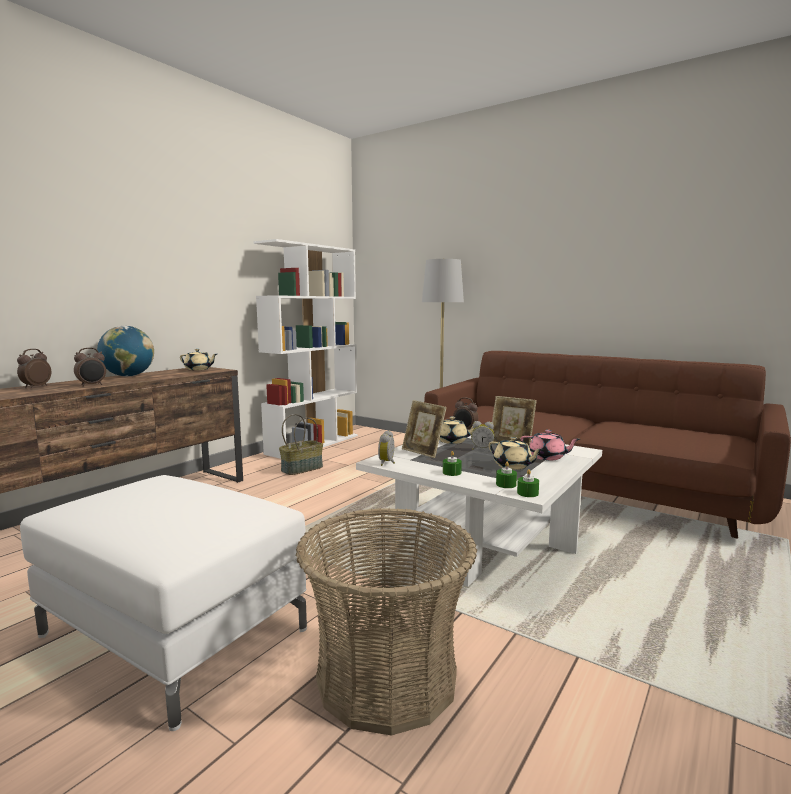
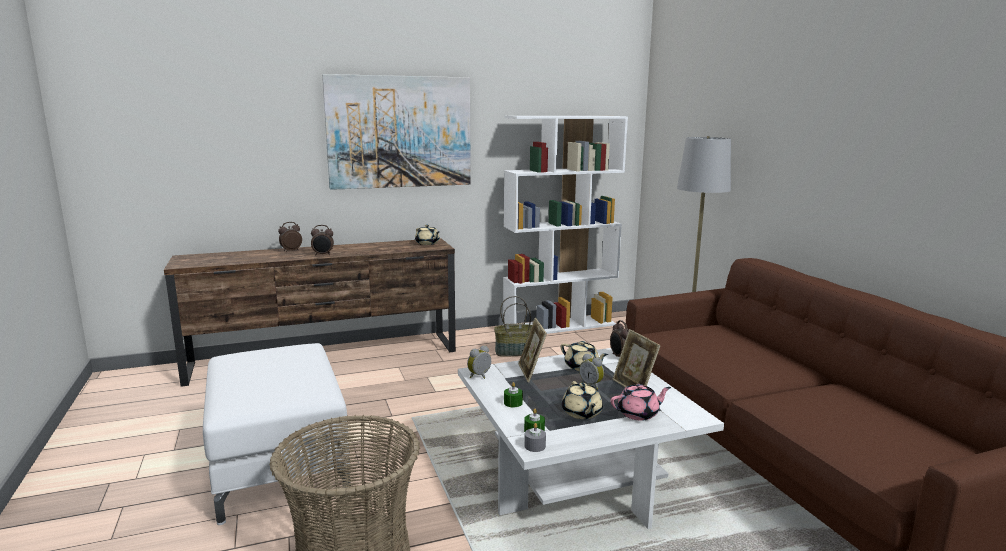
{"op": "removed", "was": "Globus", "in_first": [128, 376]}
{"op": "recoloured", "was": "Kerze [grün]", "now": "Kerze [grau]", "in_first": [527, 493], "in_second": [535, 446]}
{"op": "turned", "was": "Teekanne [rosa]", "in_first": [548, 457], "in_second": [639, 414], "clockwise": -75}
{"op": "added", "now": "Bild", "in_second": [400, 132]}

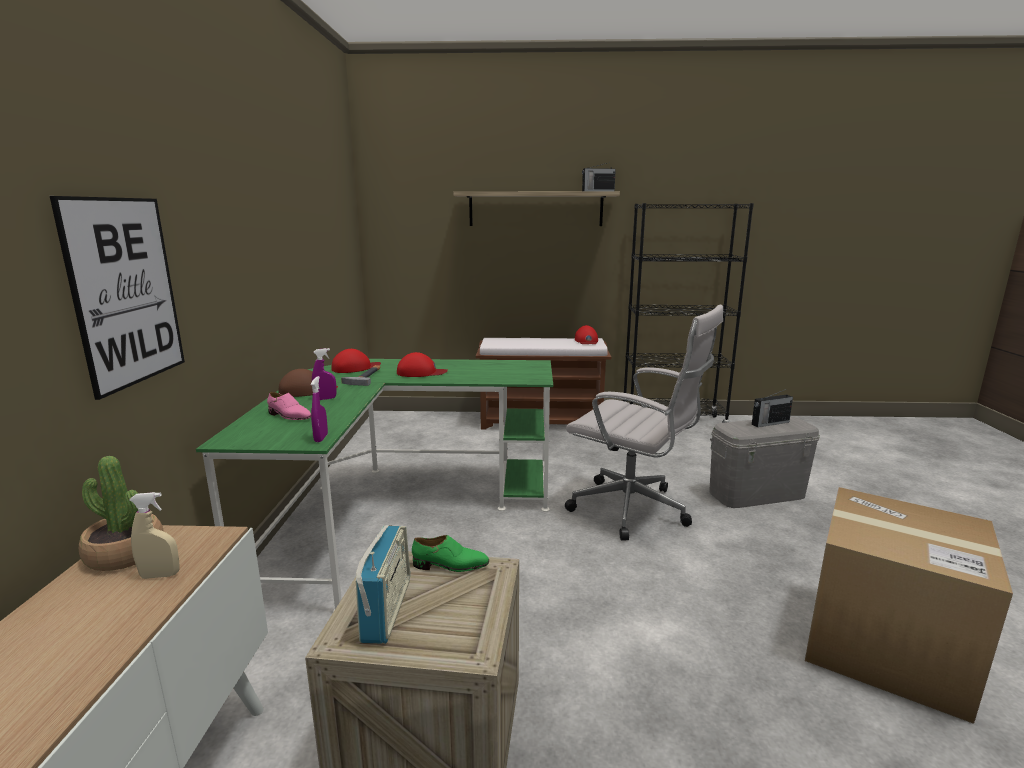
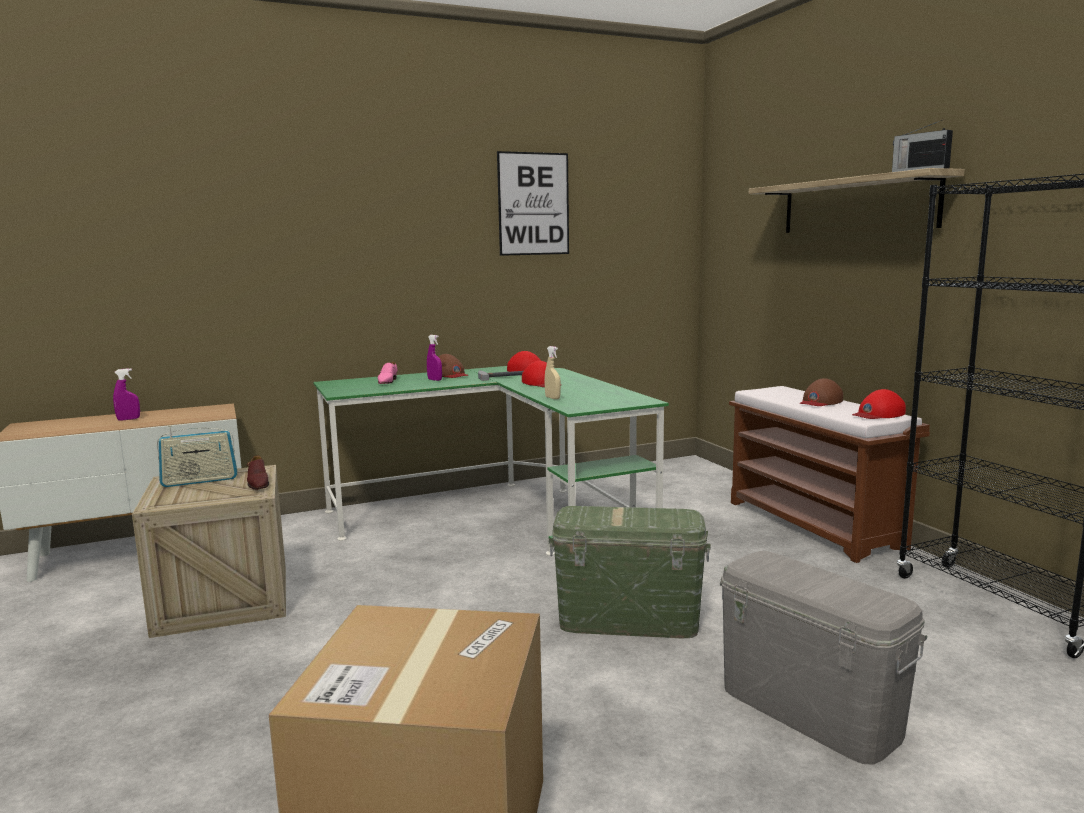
{"op": "moved", "was": "Bild", "in_first": [125, 292], "in_second": [533, 204]}
{"op": "removed", "was": "Topfpflanze", "in_first": [125, 554]}
{"op": "moved", "was": "Sprühflasche [beige]", "in_first": [160, 575], "in_second": [552, 398]}
{"op": "moved", "was": "Sprühflasche [lila]", "in_first": [321, 438], "in_second": [128, 419]}
{"op": "recoloured", "was": "Schuh [grün]", "now": "Schuh [braun]", "in_first": [450, 565], "in_second": [258, 483]}
{"op": "replaced", "was": "Bürostuhl [weiß]", "now": "Aufbewahrungsbox [grün]", "in_first": [634, 510], "in_second": [628, 620]}
{"op": "removed", "was": "Radio", "in_first": [769, 423]}
{"op": "added", "now": "Kappe [braun]", "in_second": [820, 401]}

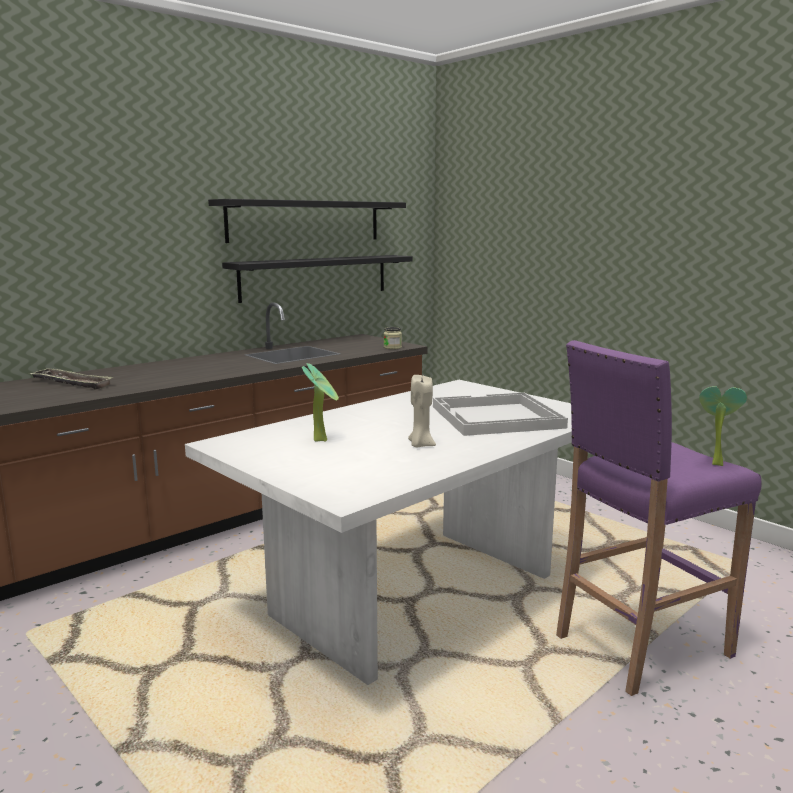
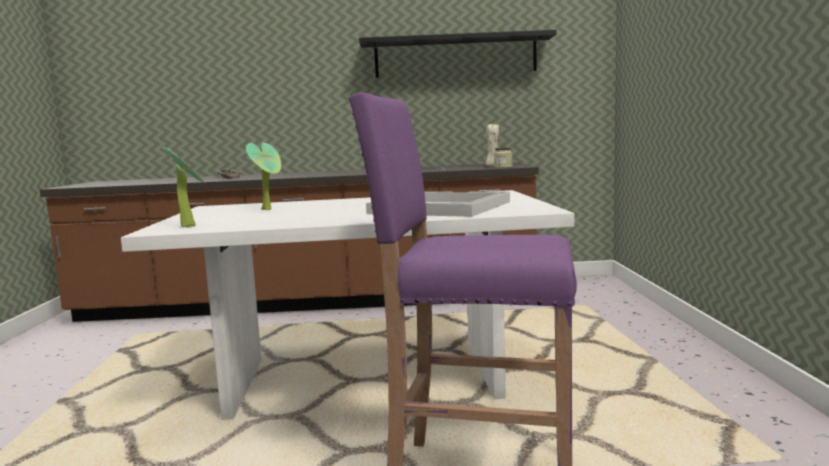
{"op": "removed", "was": "Wandregal [schwarz]", "in_first": [315, 277]}
{"op": "moved", "was": "Kerze [beige]", "in_first": [420, 445], "in_second": [492, 166]}
{"op": "moved", "was": "Topfpflanze", "in_first": [714, 463], "in_second": [190, 225]}

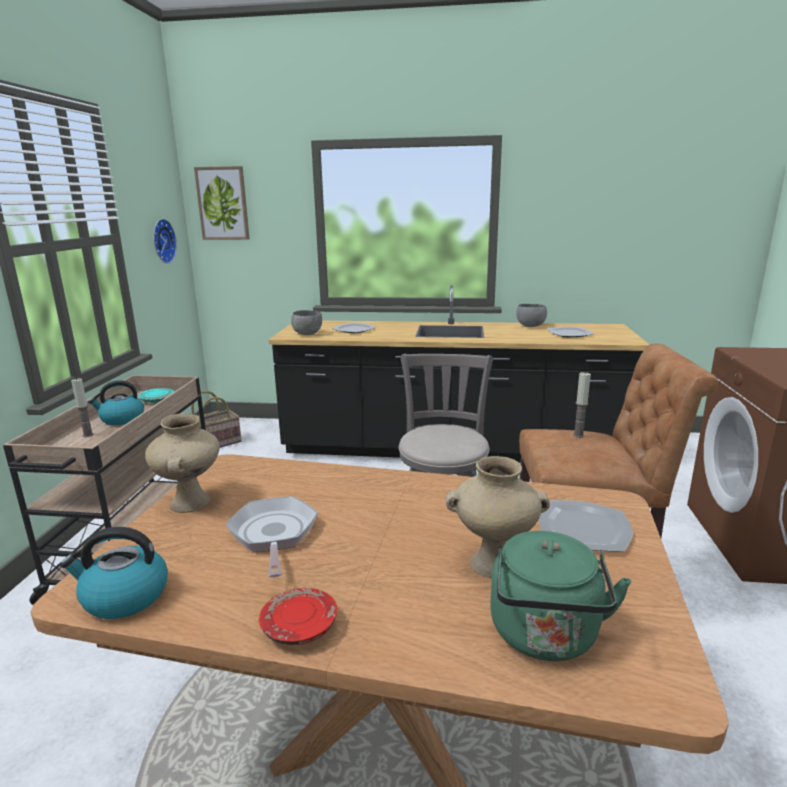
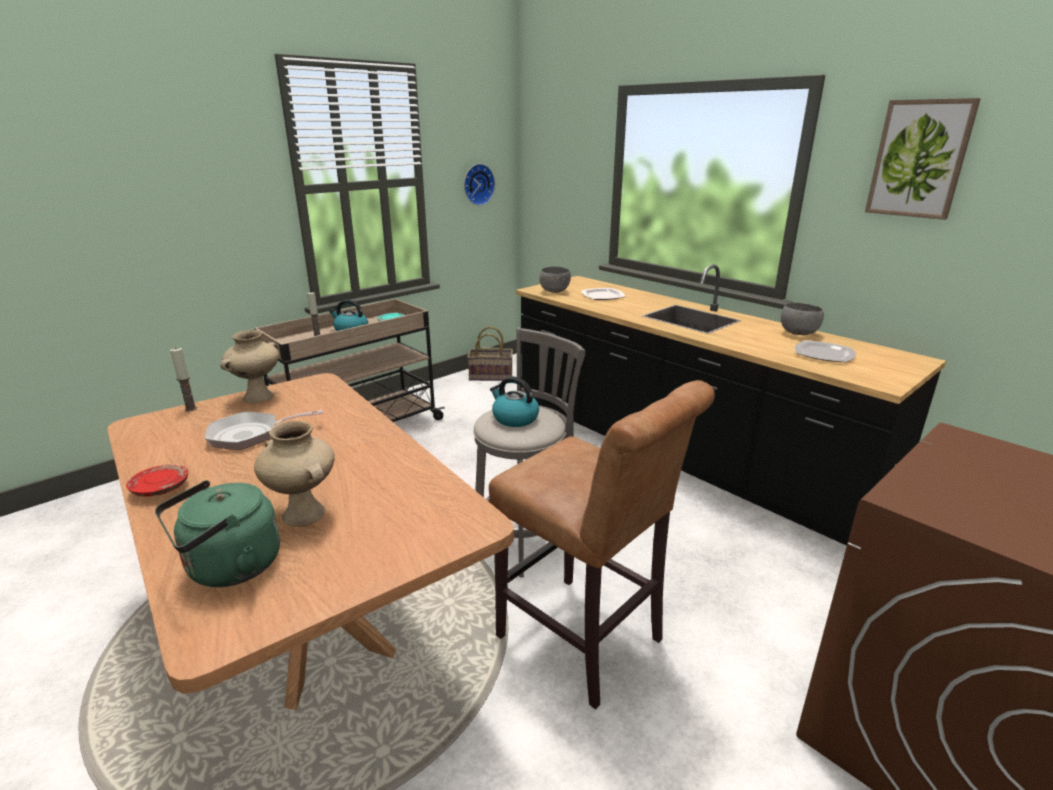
{"op": "moved", "was": "Wasserkessel", "in_first": [124, 597], "in_second": [514, 418]}
{"op": "moved", "was": "Bild", "in_first": [223, 203], "in_second": [919, 159]}
{"op": "turned", "was": "Pfanne", "in_first": [273, 535], "in_second": [250, 435], "clockwise": -135}
{"op": "removed", "was": "Teller", "in_first": [583, 528]}
{"op": "moved", "was": "Kerze", "in_first": [578, 435], "in_second": [191, 409]}

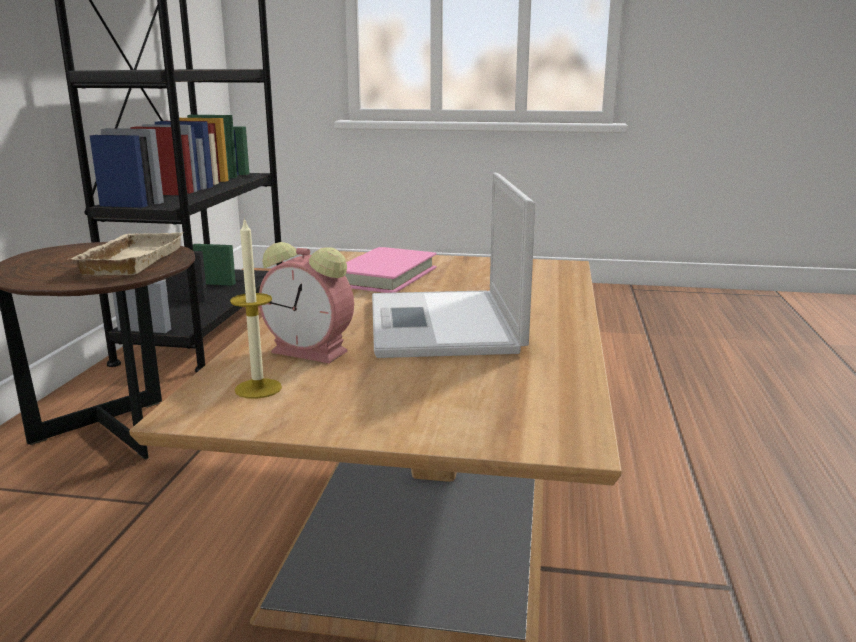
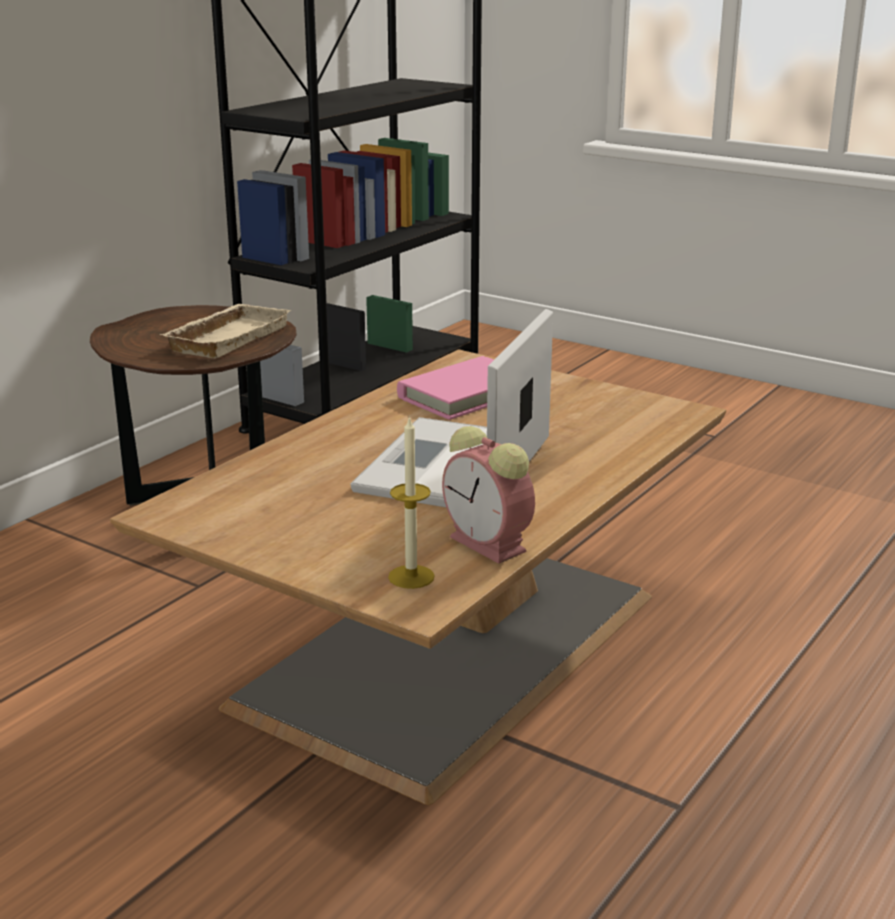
{"op": "moved", "was": "Kerze", "in_first": [258, 388], "in_second": [411, 577]}
{"op": "moved", "was": "Wecker", "in_first": [312, 352], "in_second": [490, 545]}

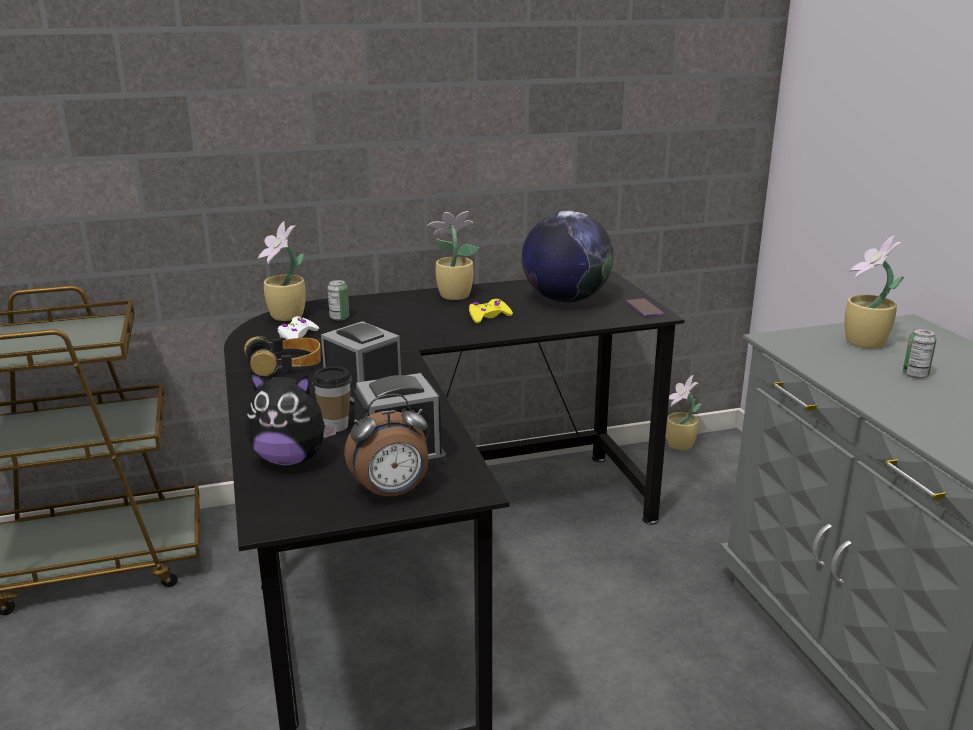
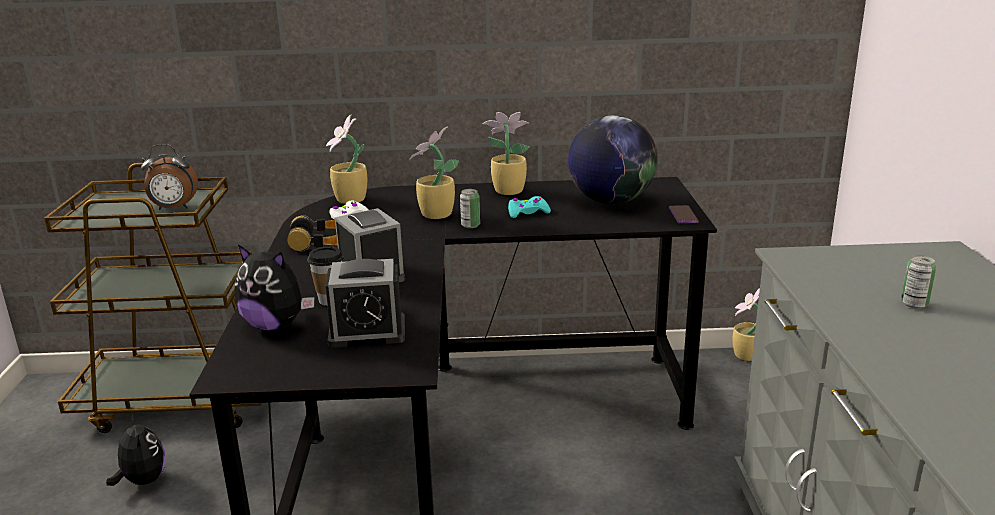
{"op": "moved", "was": "Dose", "in_first": [339, 317], "in_second": [470, 225]}
{"op": "moved", "was": "Wecker", "in_first": [391, 493], "in_second": [173, 208]}
{"op": "recoloured", "was": "Gamepad [gelb]", "now": "Gamepad [türkis]", "in_first": [488, 316], "in_second": [527, 212]}
{"op": "moved", "was": "Topfpflanze", "in_first": [864, 343], "in_second": [435, 215]}
{"op": "added", "now": "Plüschtier", "in_second": [142, 481]}

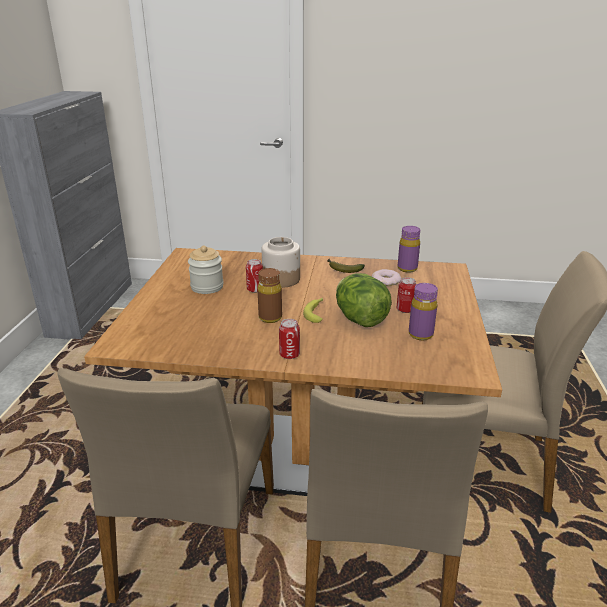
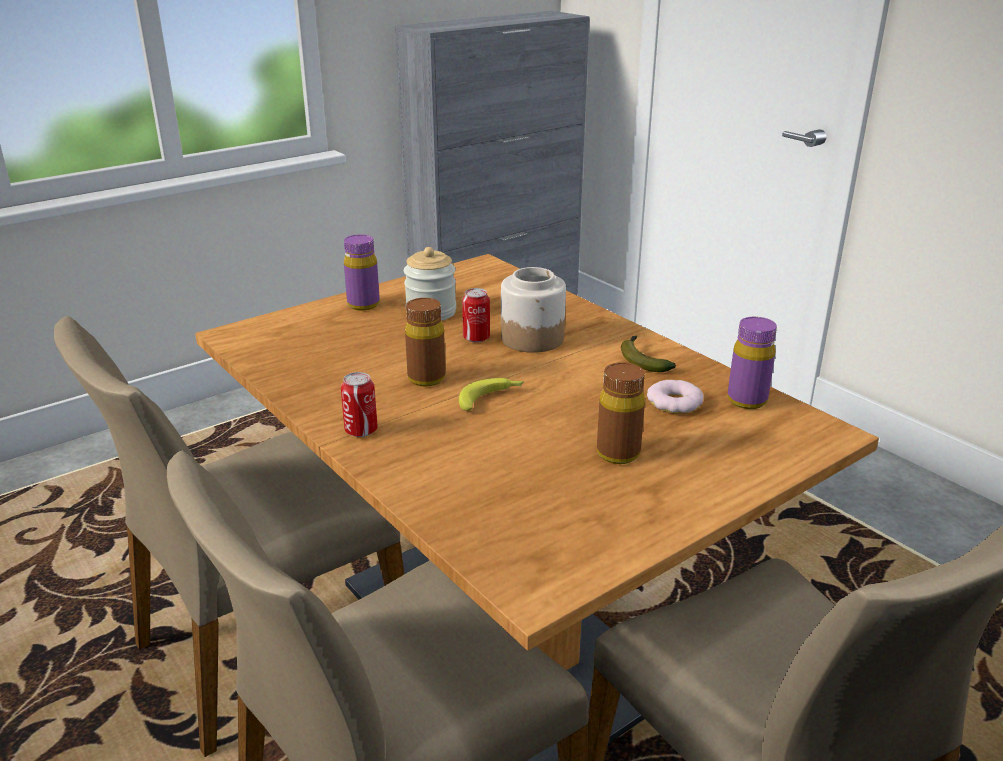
{"op": "removed", "was": "Salatkopf", "in_first": [360, 319]}
{"op": "replaced", "was": "Dose", "now": "Flasche [braun]", "in_first": [405, 309], "in_second": [618, 453]}
{"op": "moved", "was": "Flasche [lila]", "in_first": [420, 334], "in_second": [363, 304]}

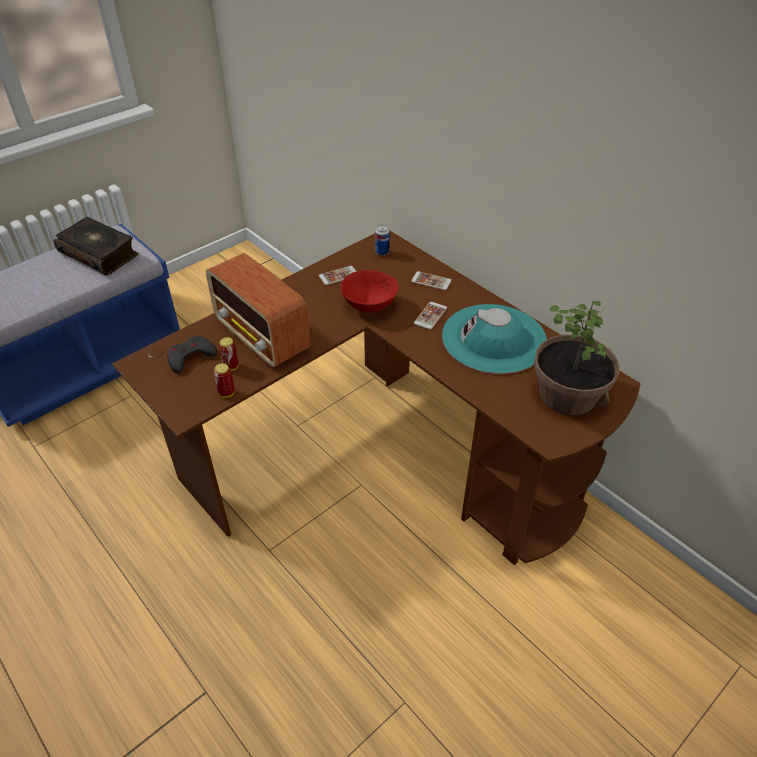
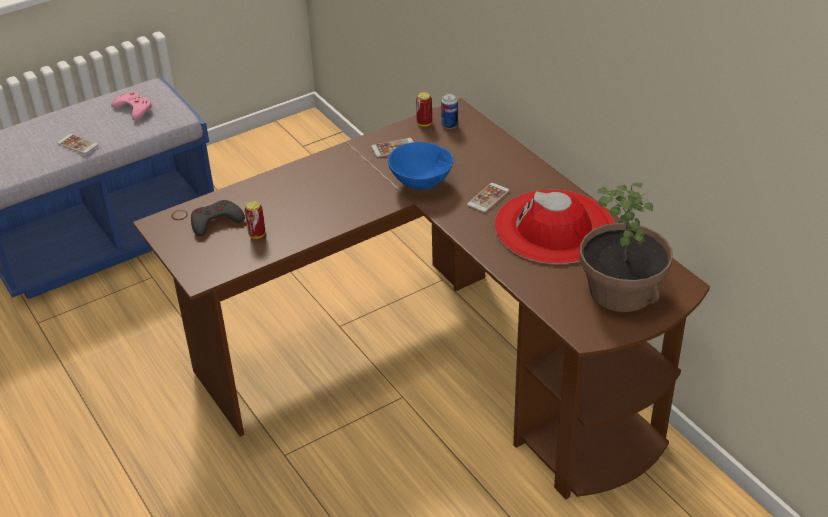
{"op": "replaced", "was": "Buch", "now": "Gamepad [rosa]", "in_first": [100, 254], "in_second": [134, 109]}
{"op": "removed", "was": "Radio", "in_first": [262, 337]}
{"op": "moved", "was": "Dose", "in_first": [227, 393], "in_second": [424, 123]}
{"op": "recoloured", "was": "Schüssel [rot]", "now": "Schüssel [blau]", "in_first": [369, 307], "in_second": [420, 184]}
{"op": "moved", "was": "Handy", "in_first": [431, 281], "in_second": [77, 144]}
{"op": "recoloured", "was": "Hut [türkis]", "now": "Hut [rot]", "in_first": [494, 338], "in_second": [554, 227]}

